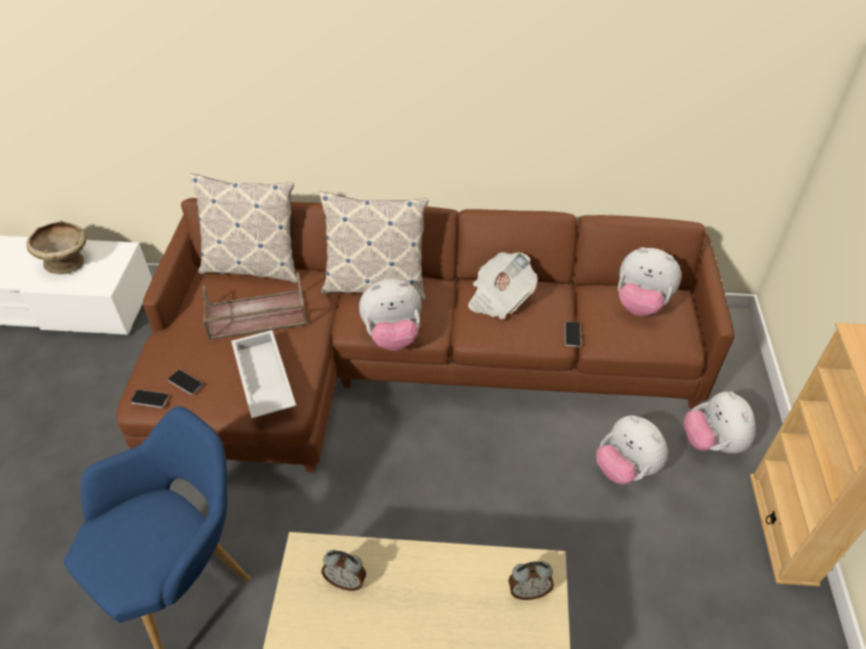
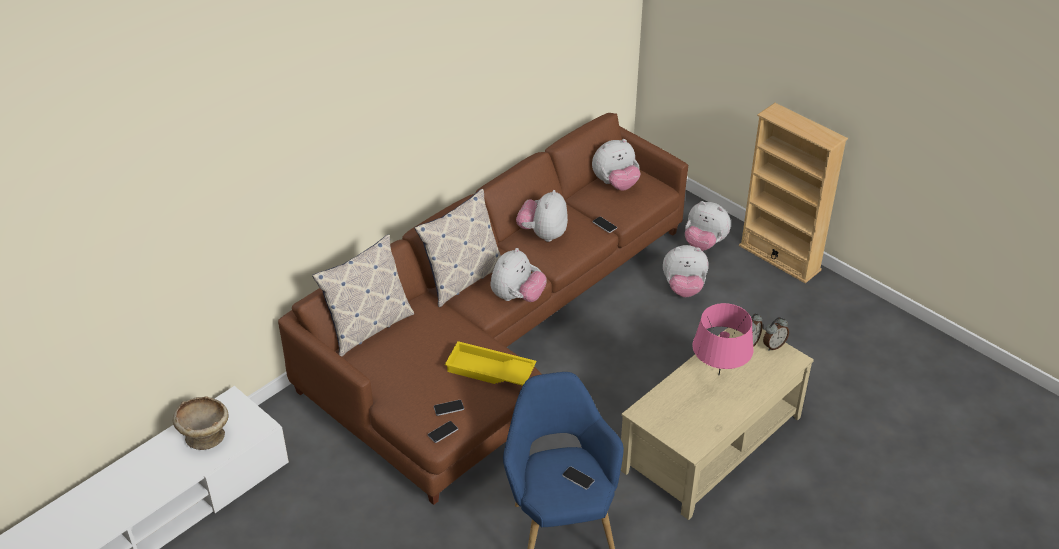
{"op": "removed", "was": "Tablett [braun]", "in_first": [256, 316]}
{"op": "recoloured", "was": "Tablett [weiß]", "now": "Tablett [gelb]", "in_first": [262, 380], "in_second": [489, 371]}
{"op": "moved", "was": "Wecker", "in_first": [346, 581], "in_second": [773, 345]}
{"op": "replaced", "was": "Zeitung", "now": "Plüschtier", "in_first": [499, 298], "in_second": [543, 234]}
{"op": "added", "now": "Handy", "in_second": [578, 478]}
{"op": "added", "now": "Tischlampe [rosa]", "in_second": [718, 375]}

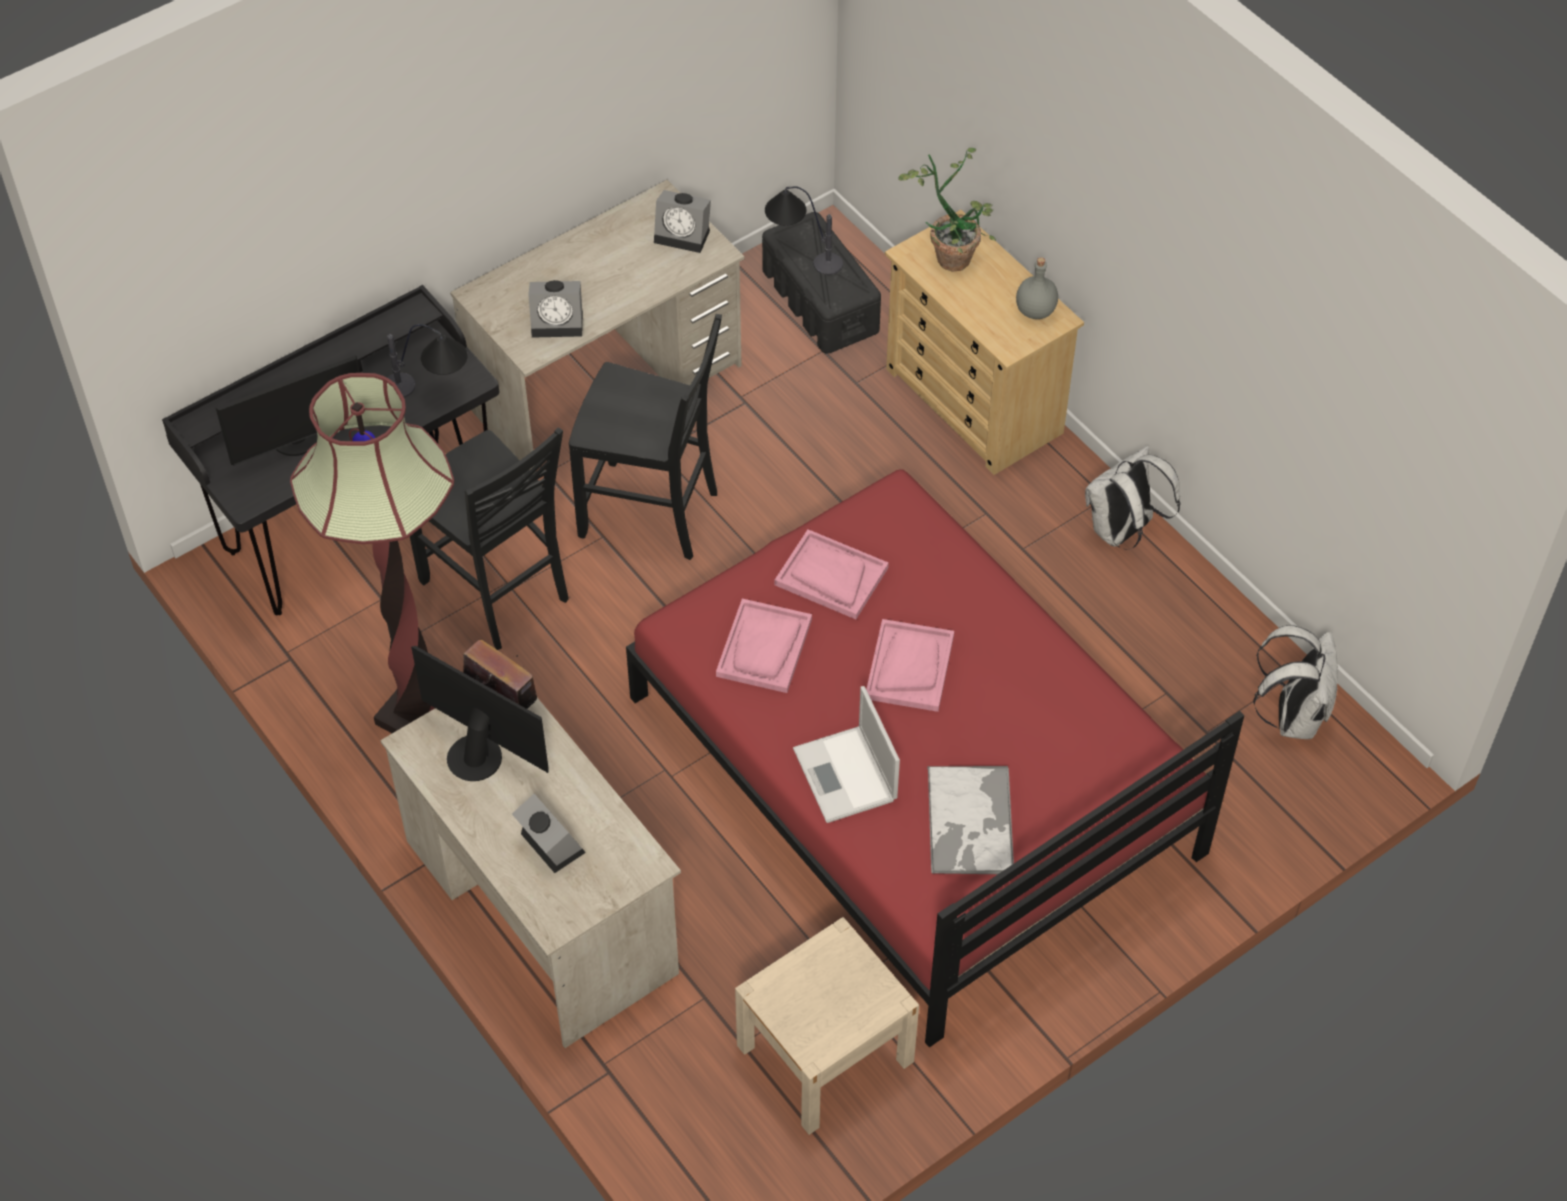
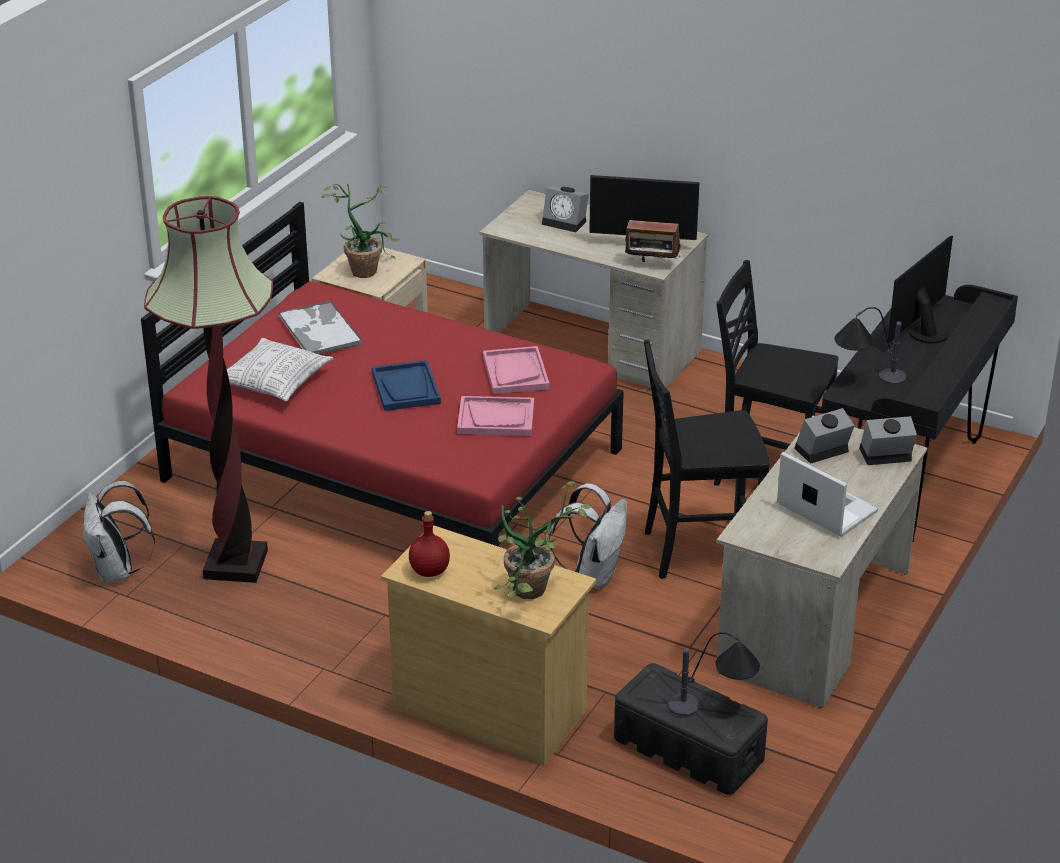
{"op": "moved", "was": "Stehlampe", "in_first": [420, 715], "in_second": [235, 564]}
{"op": "moved", "was": "Wecker", "in_first": [684, 235], "in_second": [884, 456]}
{"op": "moved", "was": "Laptop", "in_first": [846, 776], "in_second": [825, 508]}
{"op": "recoloured", "was": "Tablett [rosa]", "now": "Tablett [blau]", "in_first": [909, 667], "in_second": [406, 388]}
{"op": "recoloured", "was": "Flasche [grau]", "now": "Flasche [rot]", "in_first": [1034, 310], "in_second": [430, 571]}
{"op": "moved", "was": "Rucksack [weiß]", "in_first": [1122, 531], "in_second": [593, 575]}
{"op": "added", "now": "Kissen", "in_second": [275, 382]}
{"op": "added", "now": "Topfpflanze", "in_second": [365, 268]}

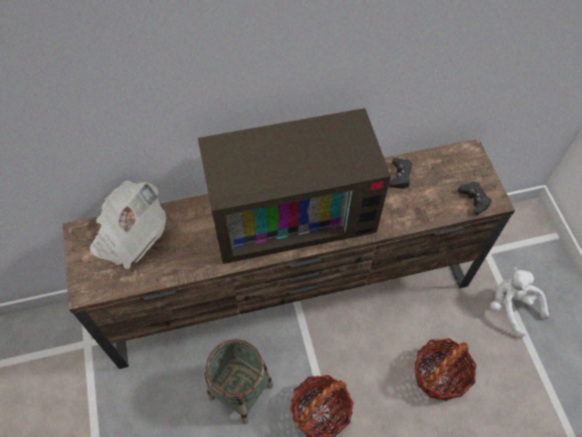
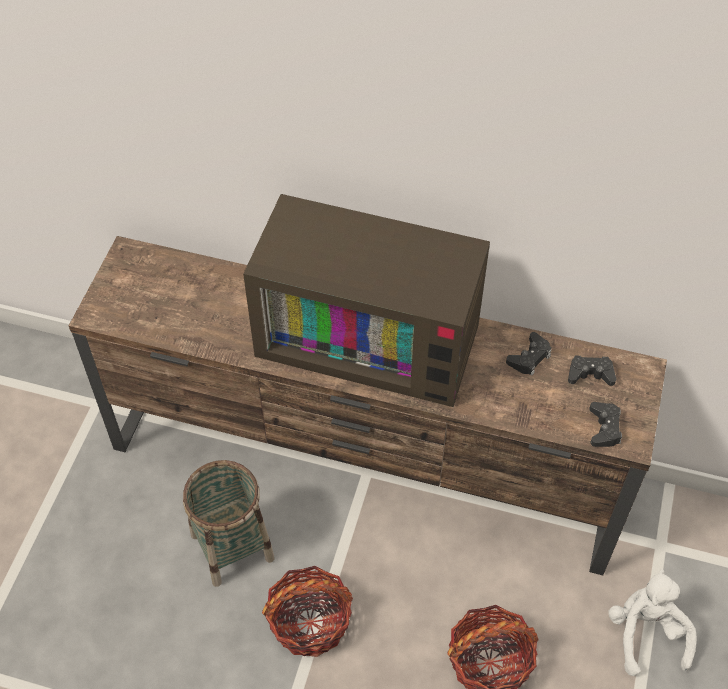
{"op": "removed", "was": "Zeitung", "in_first": [130, 235]}
{"op": "added", "now": "Gamepad [schwarz]", "in_second": [590, 374]}

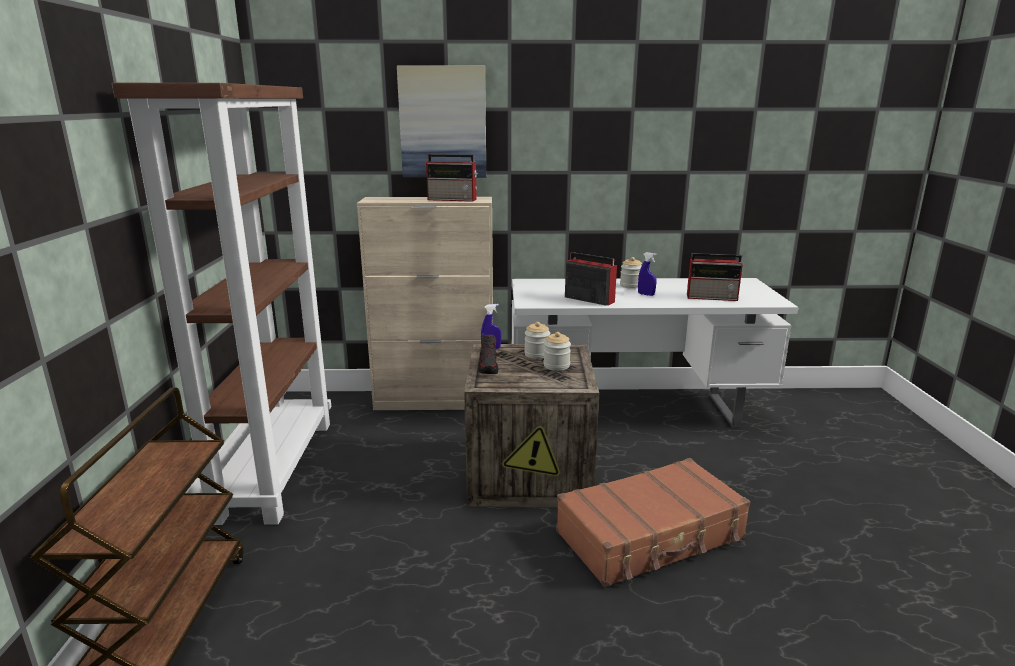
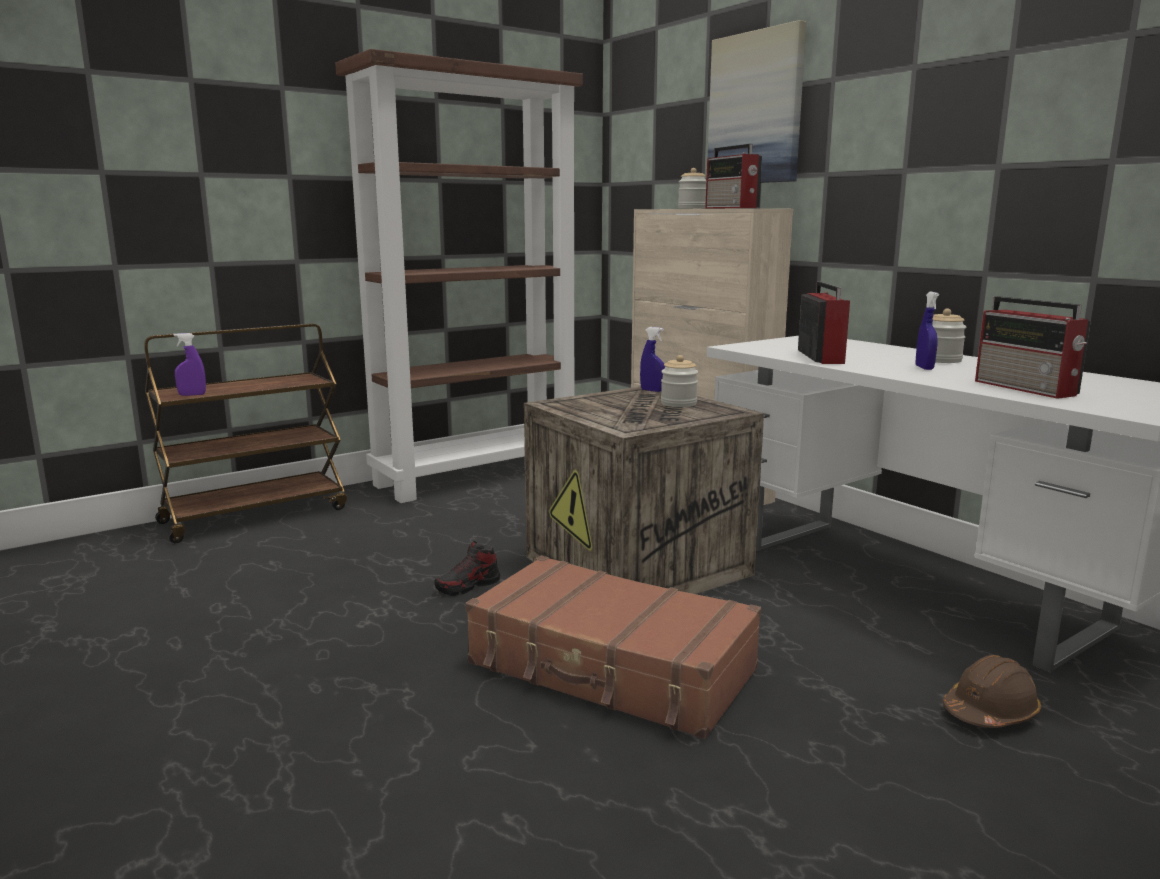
{"op": "moved", "was": "Schuh", "in_first": [488, 367], "in_second": [468, 586]}
{"op": "moved", "was": "Vorratsglas", "in_first": [556, 366], "in_second": [692, 208]}
{"op": "added", "now": "Sprühflasche [lila]", "in_second": [192, 395]}
{"op": "added", "now": "Schutzhelm [braun]", "in_second": [990, 712]}

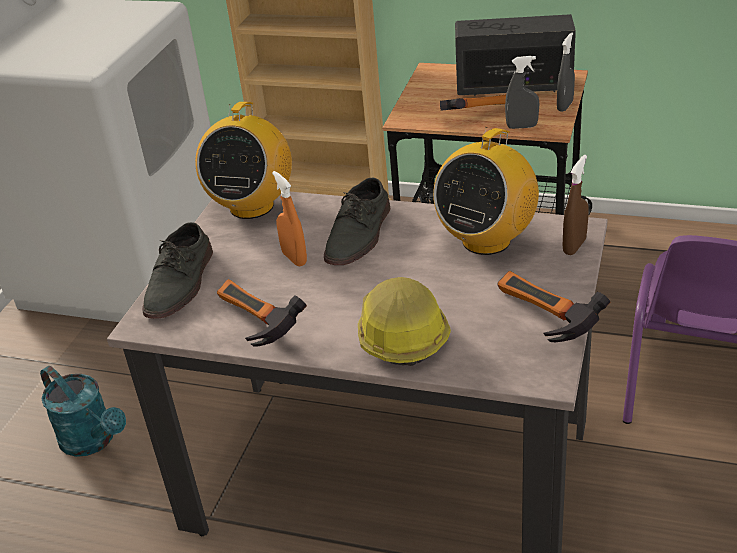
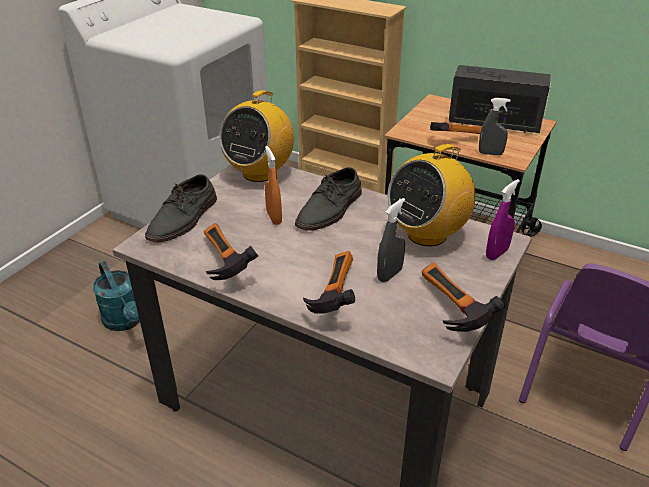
{"op": "replaced", "was": "Schutzhelm", "now": "Hammer", "in_first": [400, 334], "in_second": [330, 295]}
{"op": "moved", "was": "Sprühflasche [grau]", "in_first": [565, 106], "in_second": [389, 274]}
{"op": "recoloured", "was": "Sprühflasche [braun]", "now": "Sprühflasche [lila]", "in_first": [574, 246], "in_second": [497, 253]}

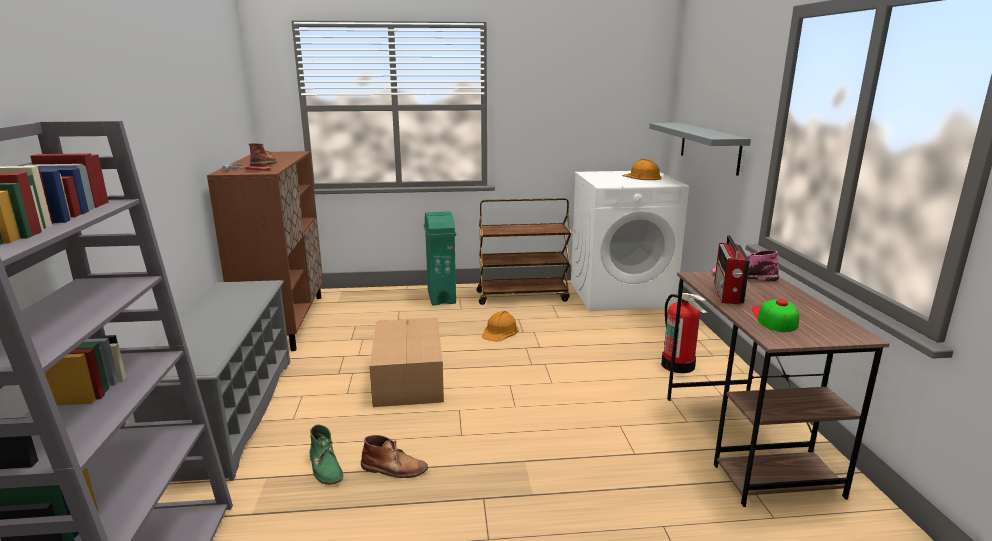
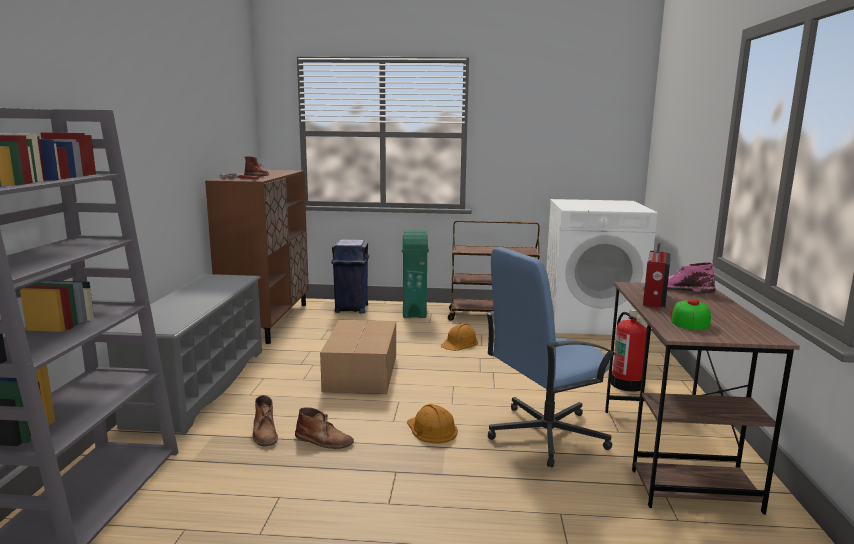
{"op": "recoloured", "was": "Stiefel [grün]", "now": "Stiefel [braun]", "in_first": [325, 467], "in_second": [265, 433]}
{"op": "moved", "was": "Schutzhelm [orange]", "in_first": [642, 177], "in_second": [431, 429]}
{"op": "removed", "was": "Wandregal [grau]", "in_first": [709, 147]}
{"op": "added", "now": "Mülleimer [blau]", "in_second": [351, 308]}
{"op": "added", "now": "Bürostuhl [blau]", "in_second": [545, 434]}

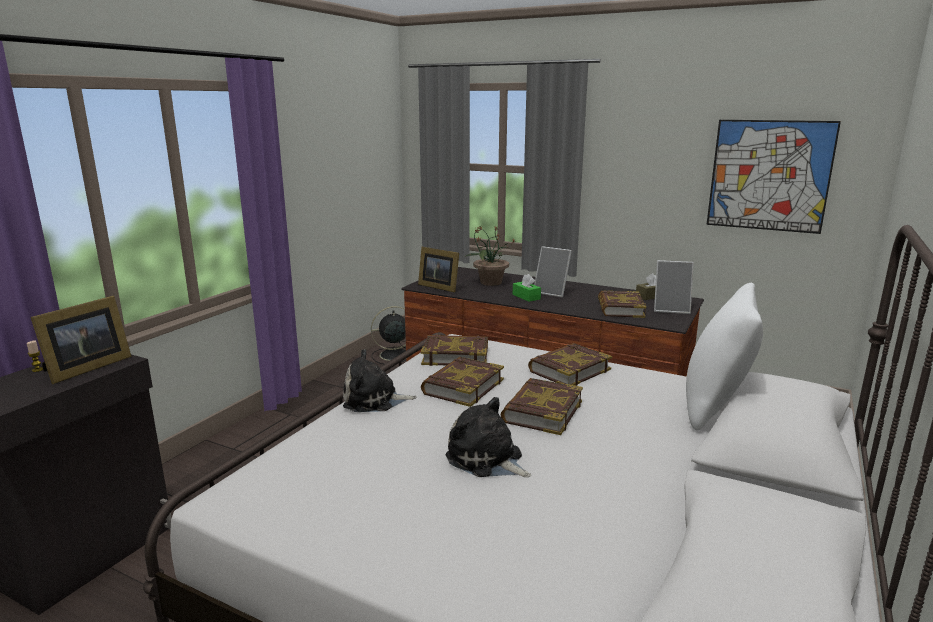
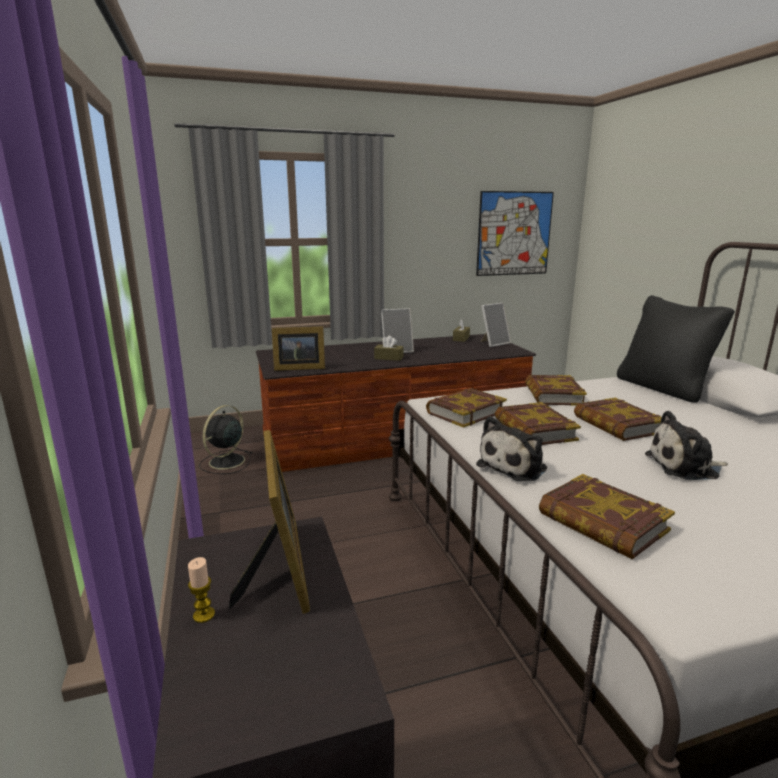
{"op": "removed", "was": "Topfpflanze", "in_first": [490, 282]}
{"op": "recoloured", "was": "Taschentuchbox [grün]", "now": "Taschentuchbox [braun]", "in_first": [526, 297], "in_second": [388, 358]}
{"op": "moved", "was": "Buch", "in_first": [620, 308], "in_second": [602, 523]}
{"op": "recoloured", "was": "Kissen [weiß]", "now": "Kissen [schwarz]", "in_first": [715, 407], "in_second": [663, 388]}

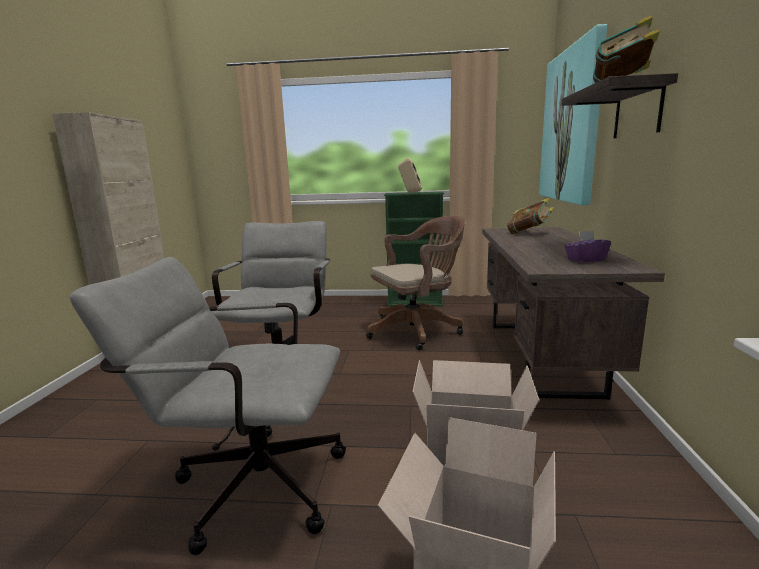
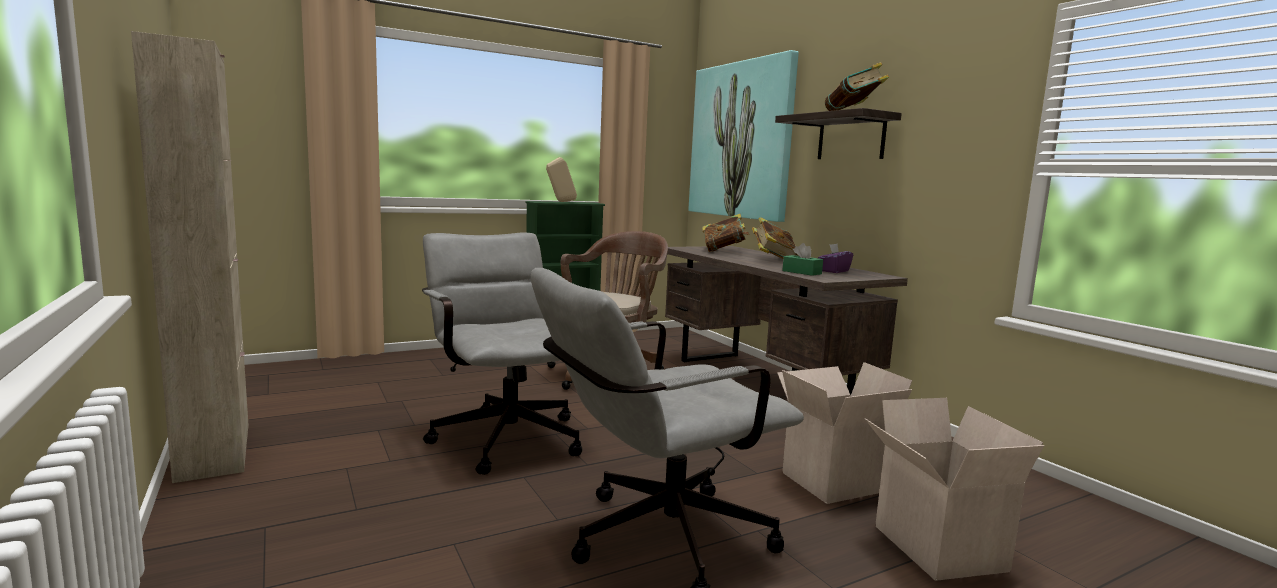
{"op": "added", "now": "Buch", "in_second": [773, 259]}
{"op": "added", "now": "Taschentuchbox [grün]", "in_second": [801, 272]}

